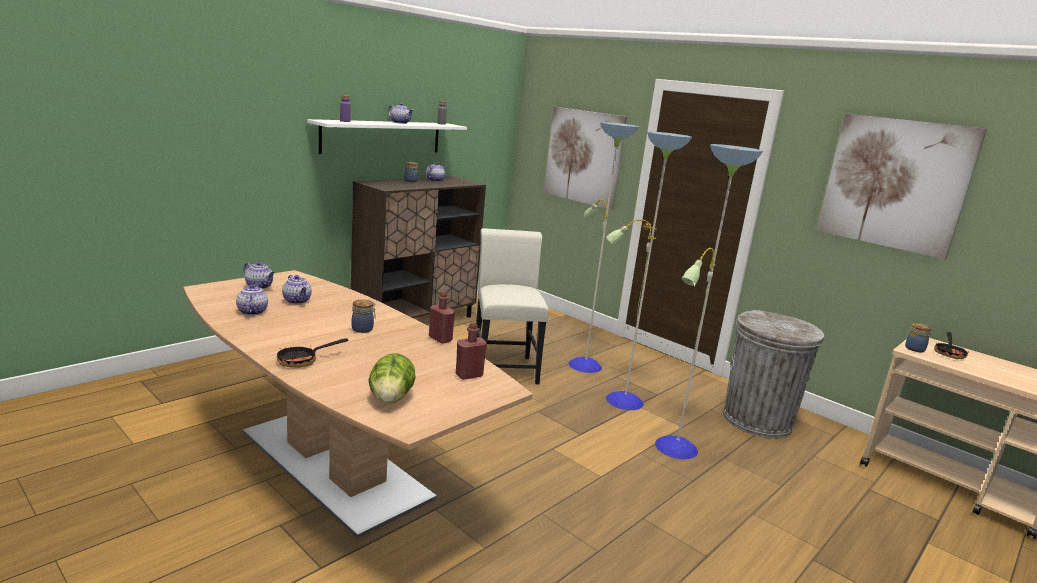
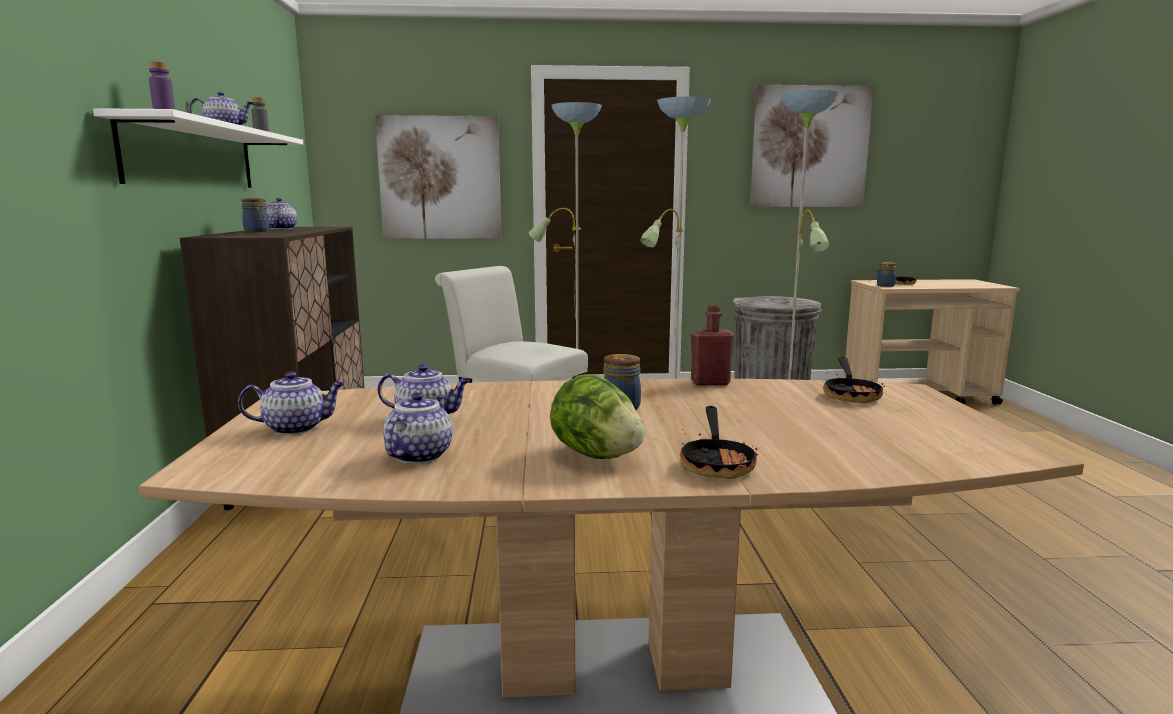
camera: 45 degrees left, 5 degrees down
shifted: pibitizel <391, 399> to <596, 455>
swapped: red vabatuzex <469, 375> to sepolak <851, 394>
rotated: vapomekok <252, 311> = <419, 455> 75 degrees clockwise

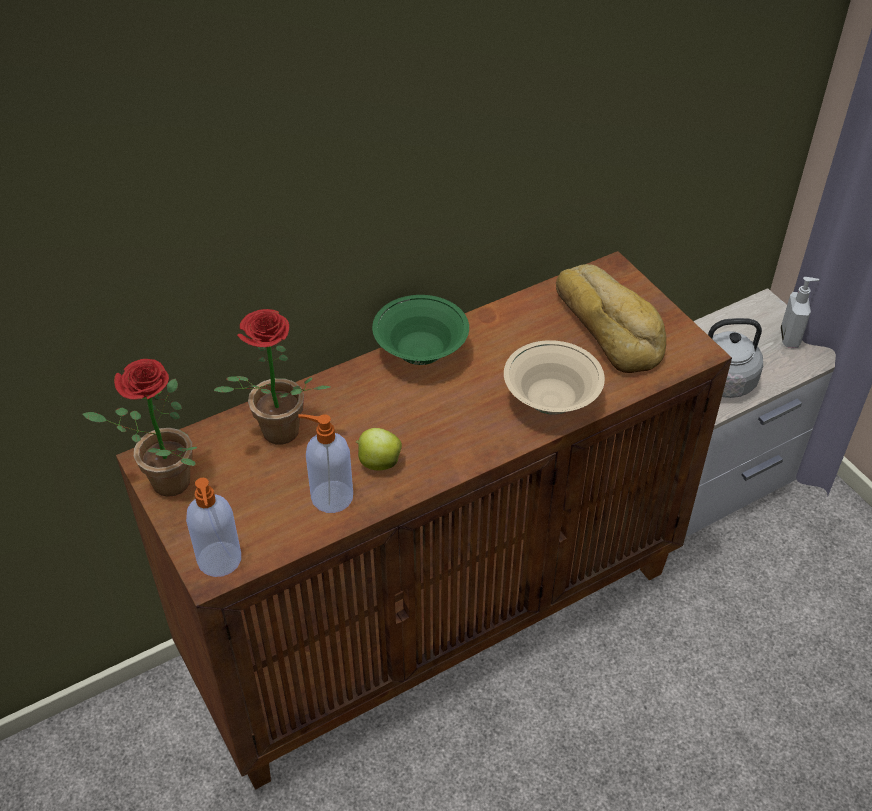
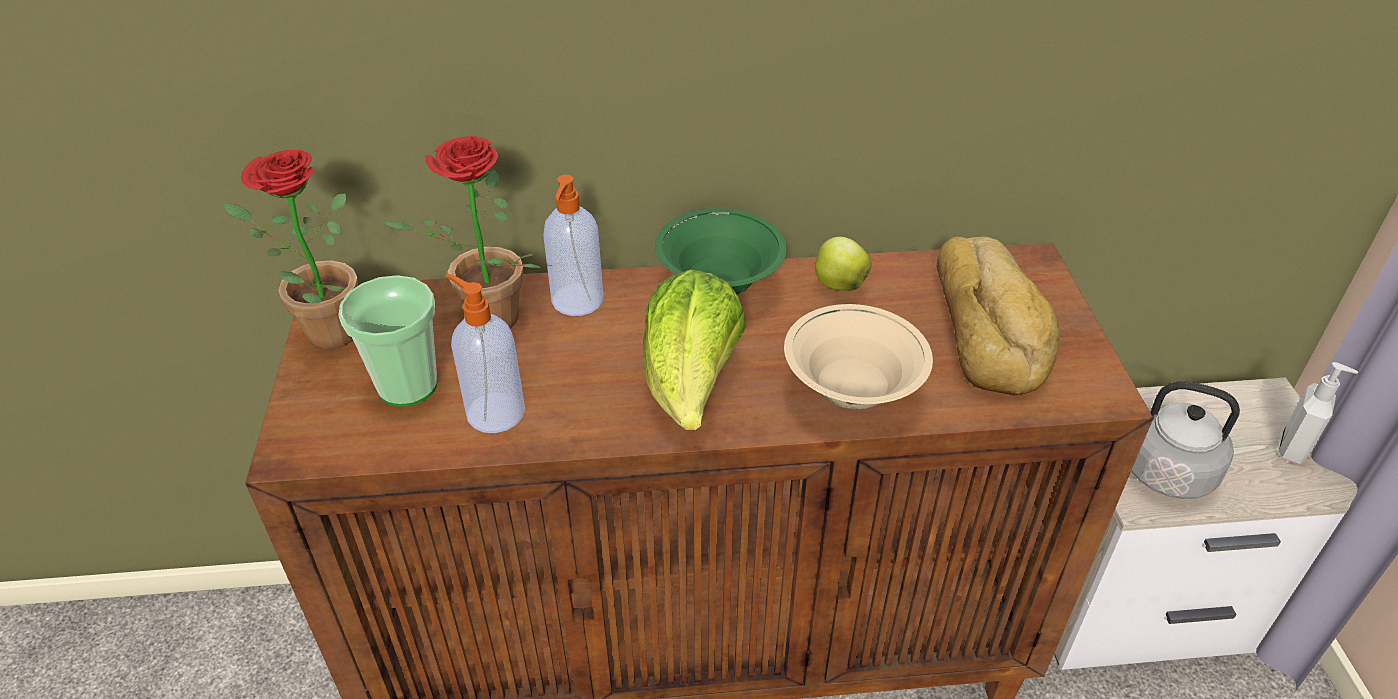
camera: 25 degrees right, 5 degrees down
new: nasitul <407, 386>; pibitizel <691, 385>
shifted: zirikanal <219, 561> to <577, 301>; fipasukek <378, 462> to <838, 284>

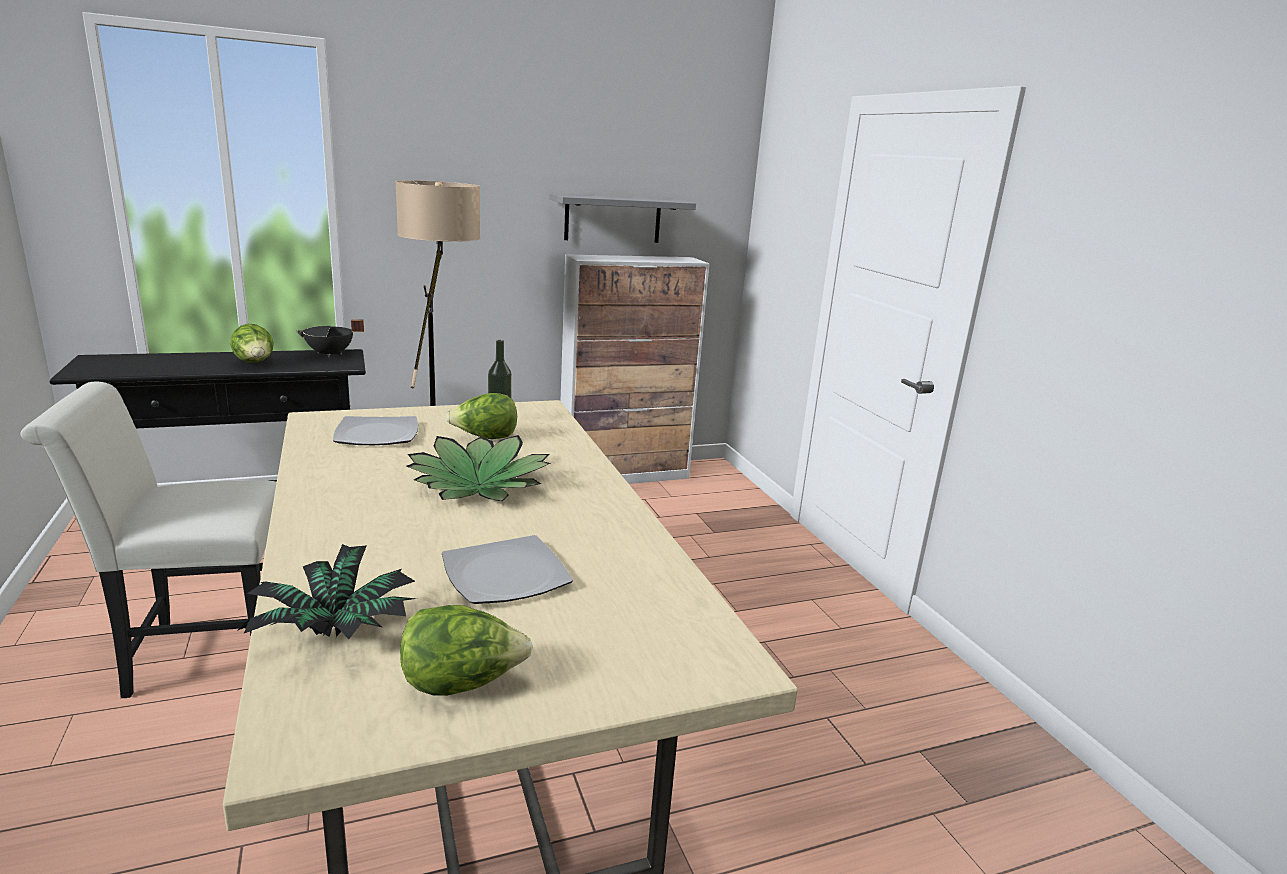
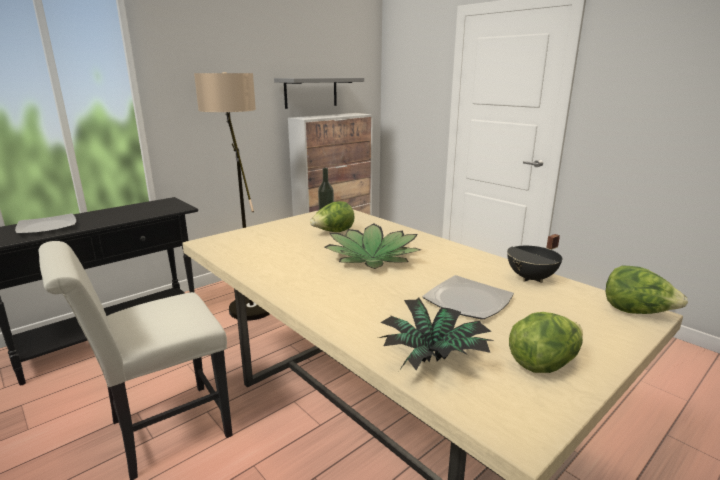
camera: 20 degrees left, 0 degrees up
shifted: pibitizel <255, 363> to <636, 312>; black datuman <330, 354> to <532, 278>; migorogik <377, 434> to <48, 227>

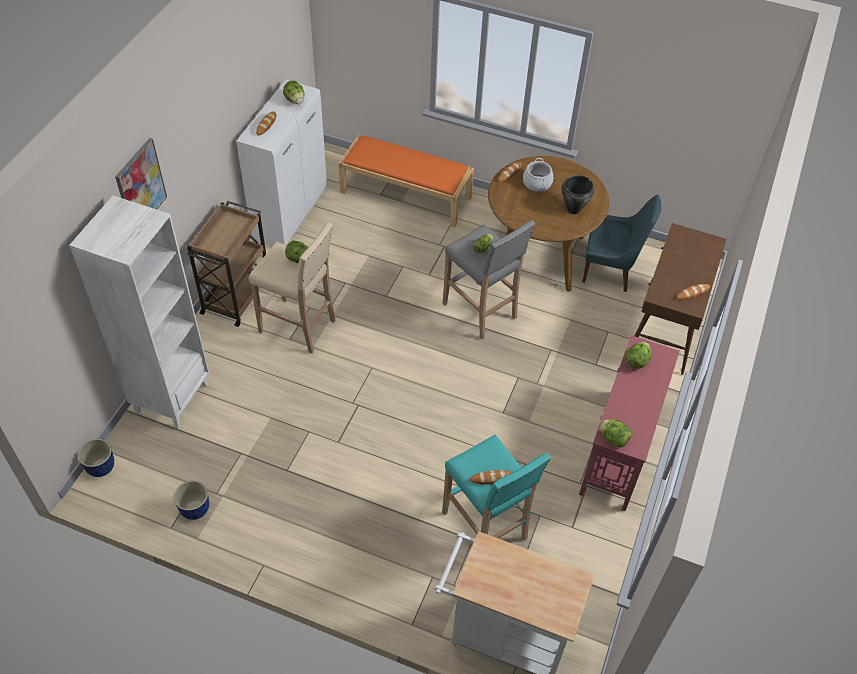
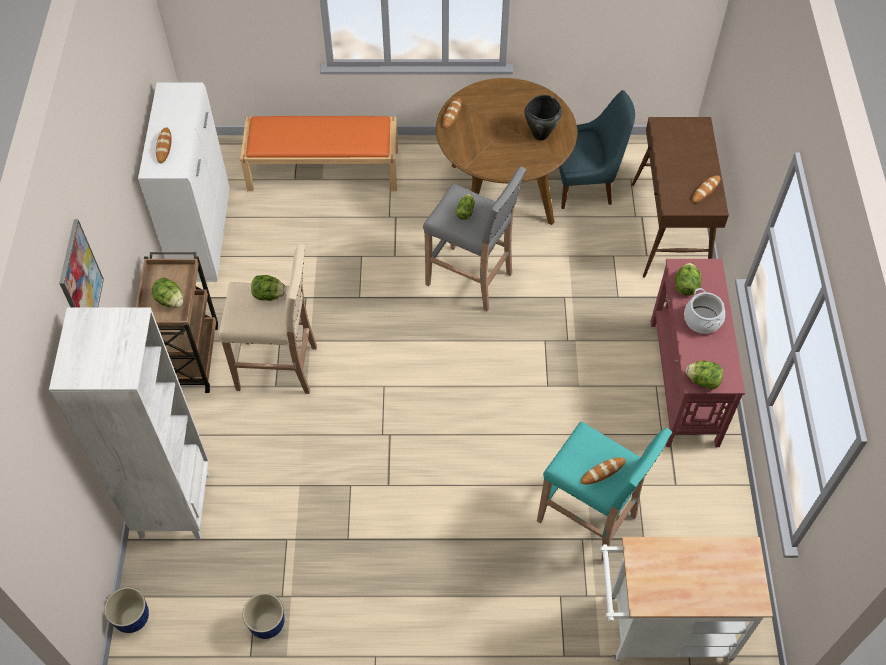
camera: 20 degrees left, 5 degrees up
shifted: pibitizel <295, 101> to <170, 300>; datuman <537, 183> to <702, 320>

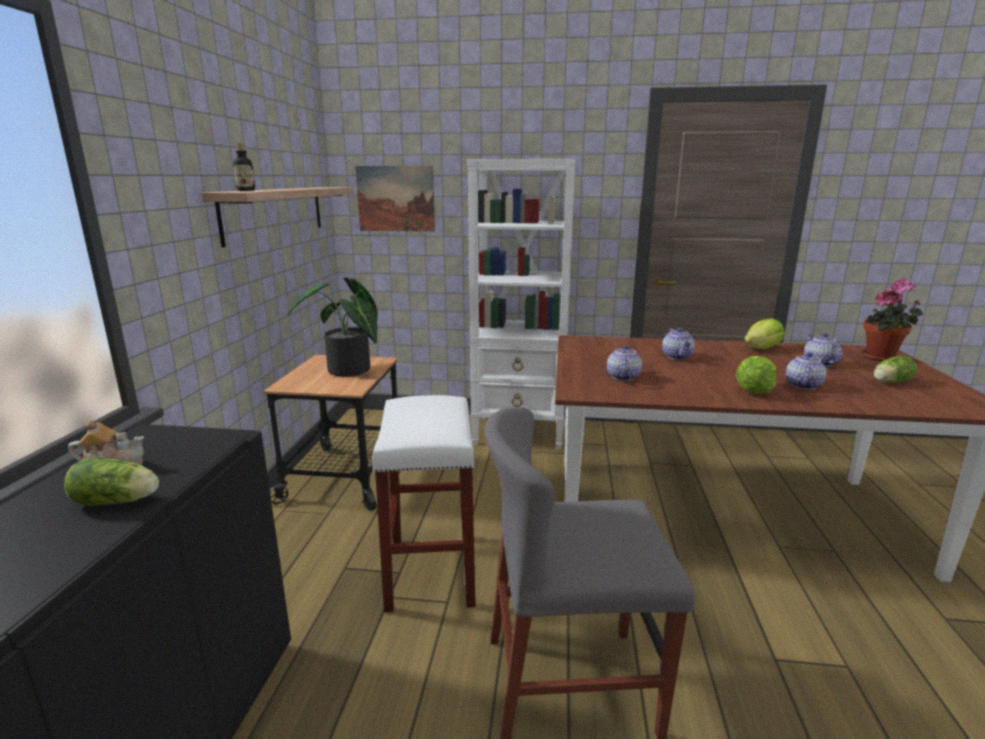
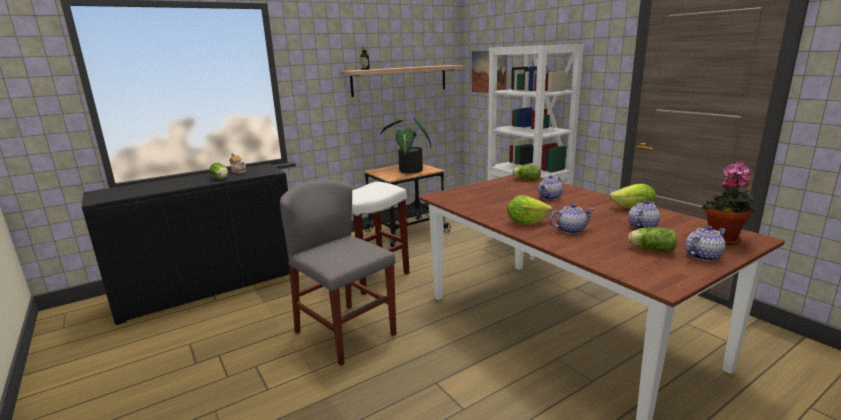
camera: 50 degrees right, 0 degrees up
new: pibitizel <526, 179>
shifted: vapomekok <622, 377> to <702, 256>

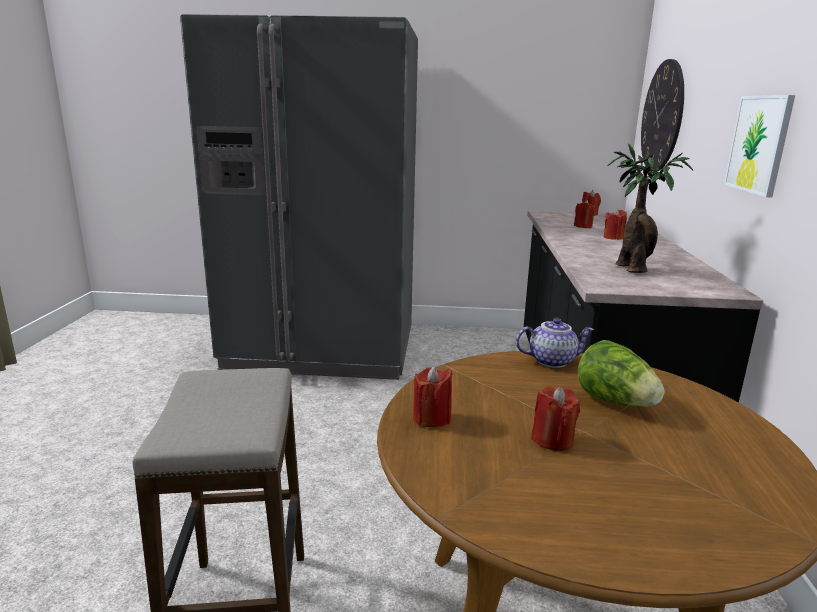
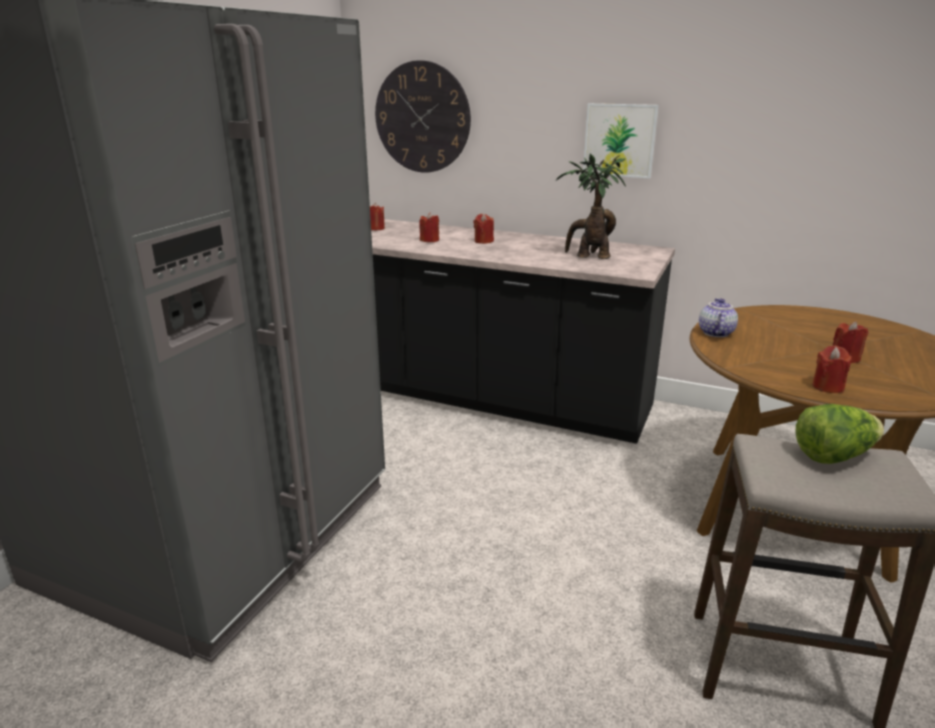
camera: 70 degrees left, 5 degrees up
shifted: pibitizel <615, 402> to <833, 456>

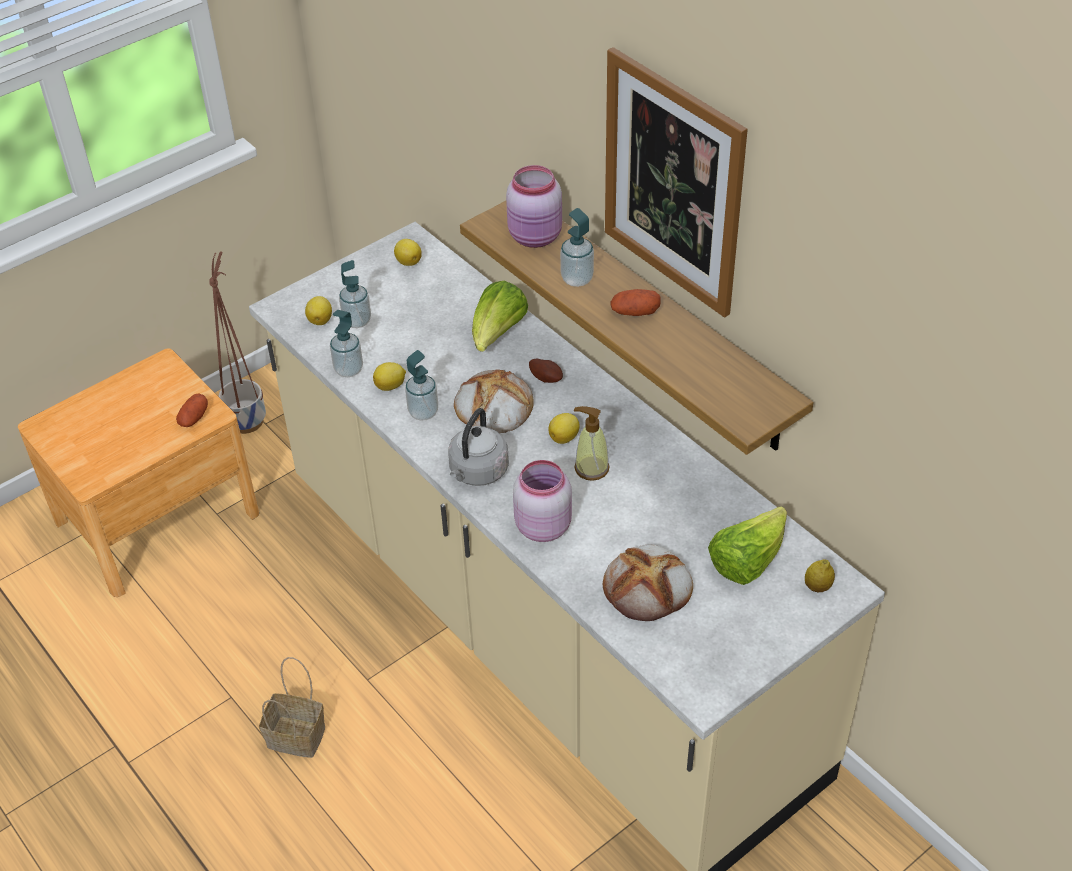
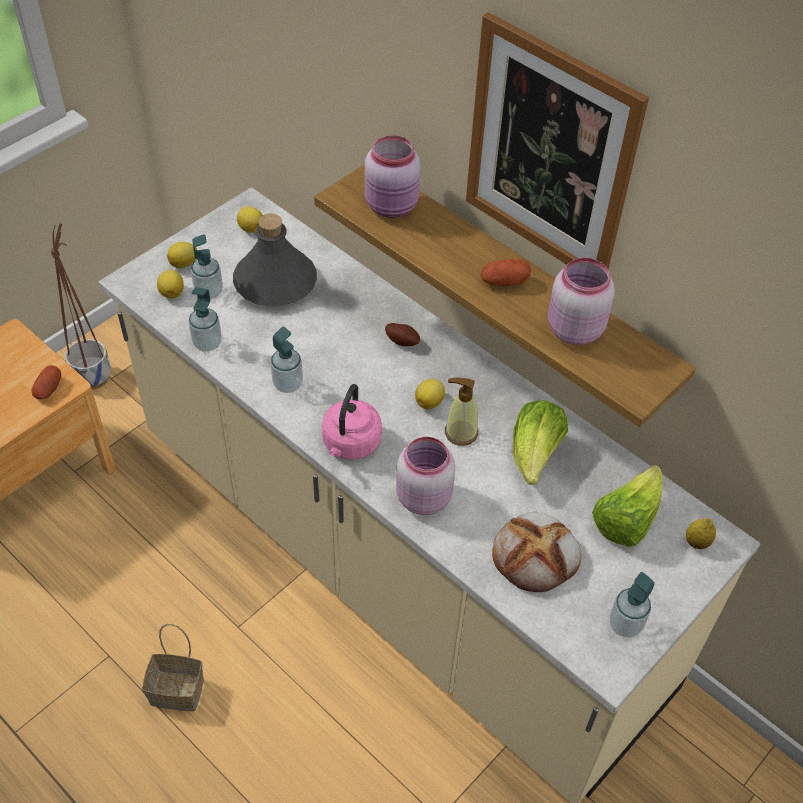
camera: 10 degrees left, 5 degrees up
gone: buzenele <493, 407>
new: grey vabatuzex <275, 282>; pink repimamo <573, 329>
shifted: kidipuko <391, 386> to <184, 263>; pibitizel <497, 334> to <534, 455>; zirikanal <577, 279> to <625, 624>
repainted: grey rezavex <477, 472> to pink rezavex <350, 444>

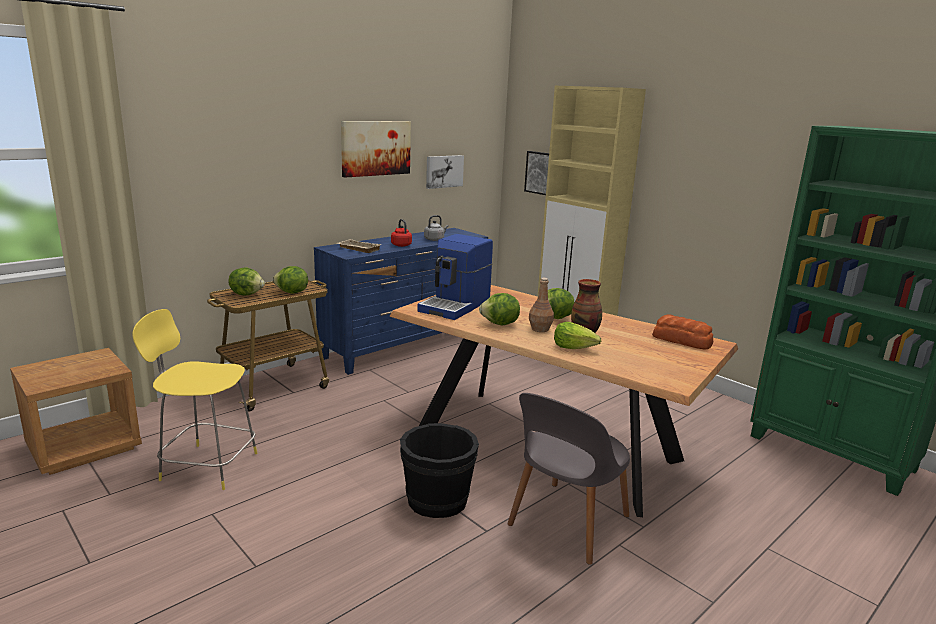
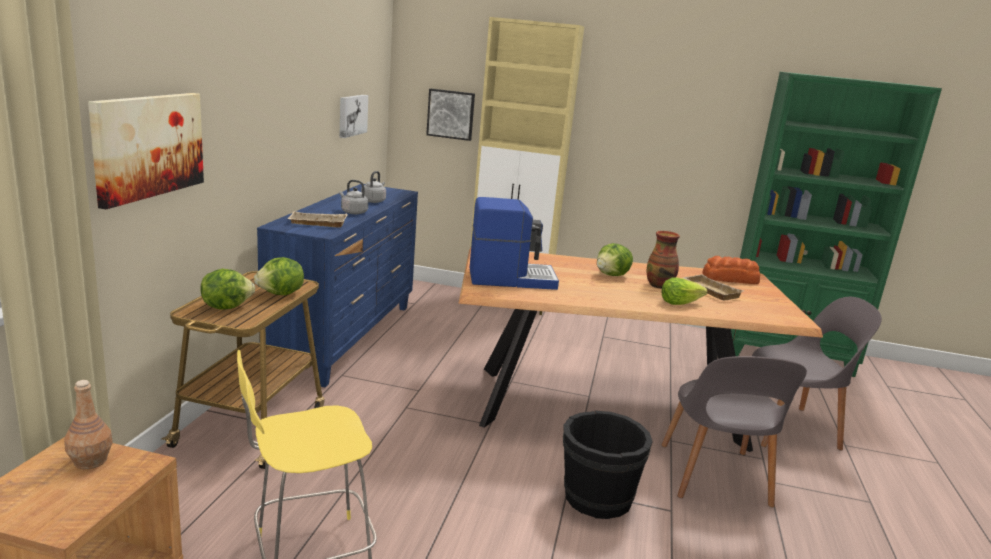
camera: 35 degrees left, 0 degrees up
gone: pibitizel <500, 324>
new: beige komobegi <709, 291>; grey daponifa <789, 427>
shifted: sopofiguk <375, 148> to <148, 146>; brown vabatuzex <540, 329> to <91, 461>
repainted: red rezavex <400, 245> to grey rezavex <353, 212>
rotated: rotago <456, 306> = <511, 278> 90 degrees counterclockwise

